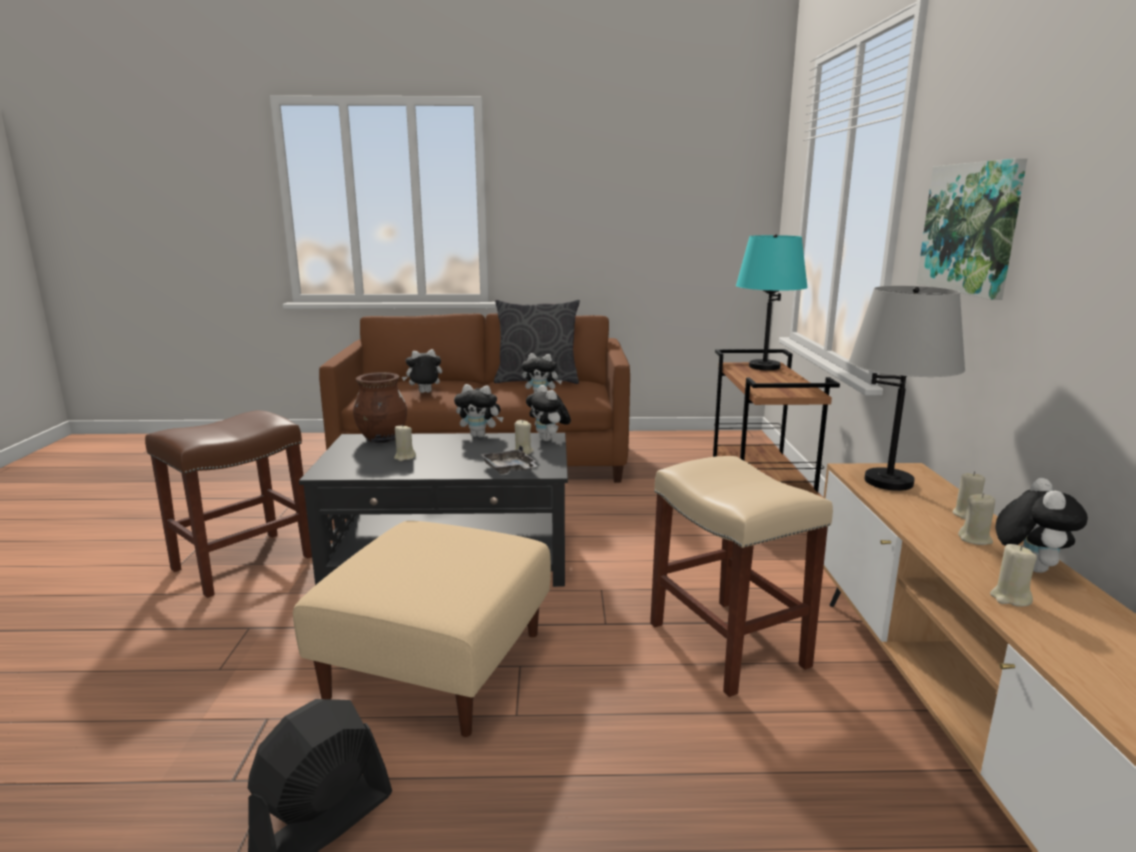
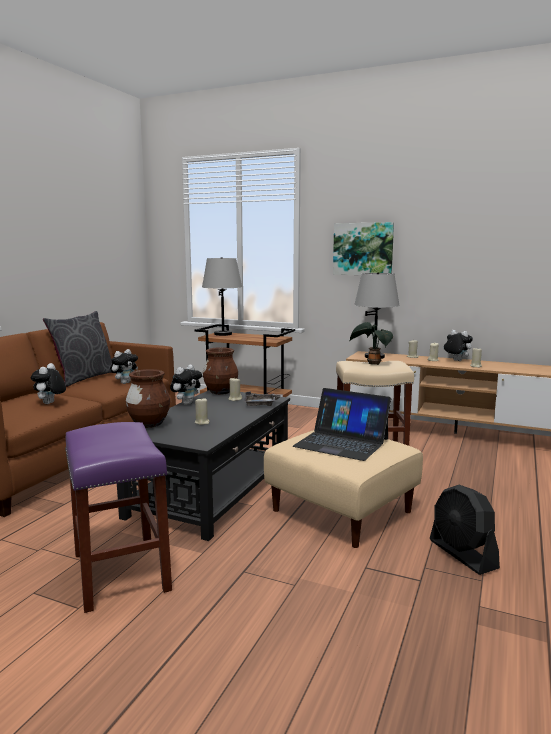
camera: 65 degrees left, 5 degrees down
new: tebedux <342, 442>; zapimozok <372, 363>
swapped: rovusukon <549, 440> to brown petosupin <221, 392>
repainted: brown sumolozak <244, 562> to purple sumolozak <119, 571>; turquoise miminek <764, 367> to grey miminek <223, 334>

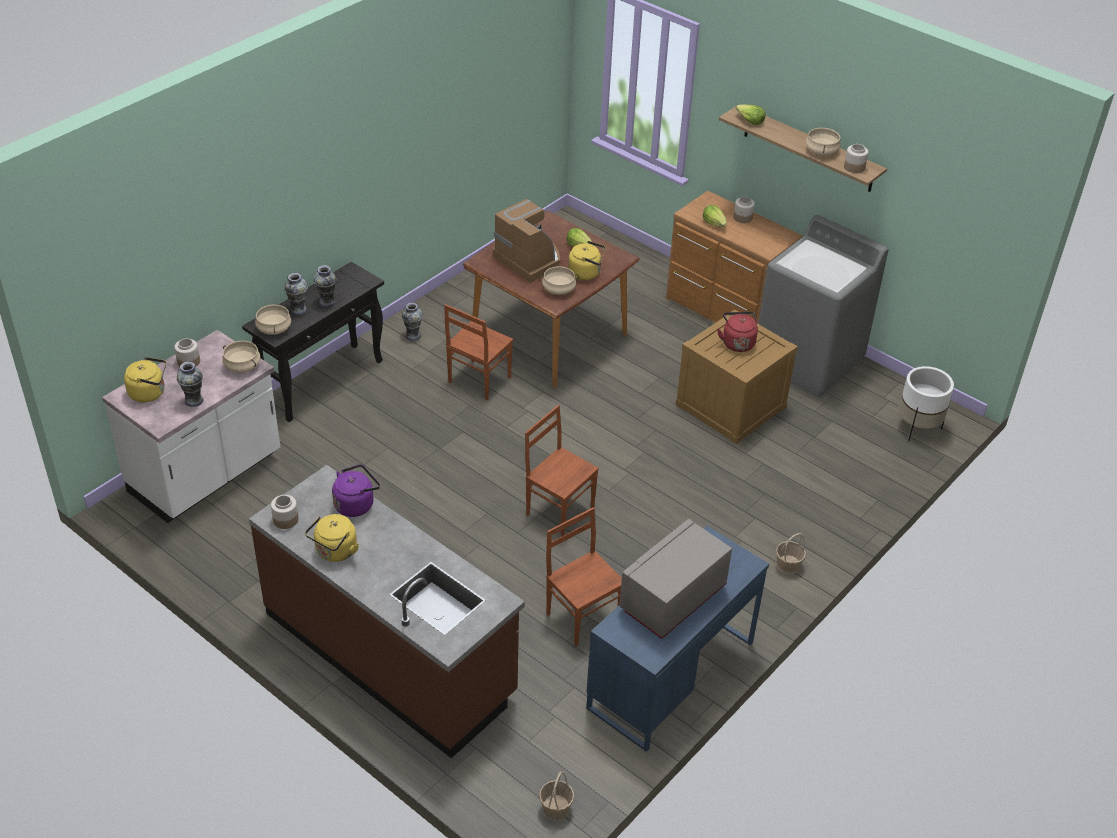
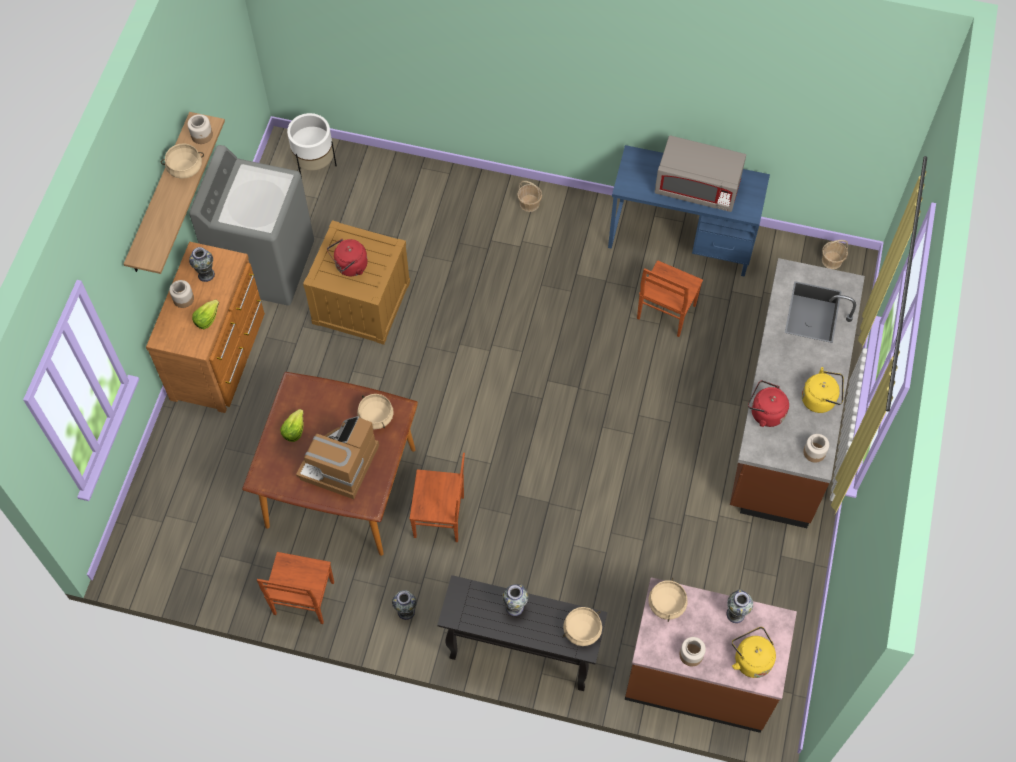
camera: 115 degrees left, 20 degrees up
gone: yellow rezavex <586, 273>; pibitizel <749, 121>
shifted: petosupin <298, 309> to <206, 275>; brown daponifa <560, 510> to <302, 599>
repainted: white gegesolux <206, 475> to brown gegesolux <699, 676>; purple rezavex <356, 504> to red rezavex <765, 413>

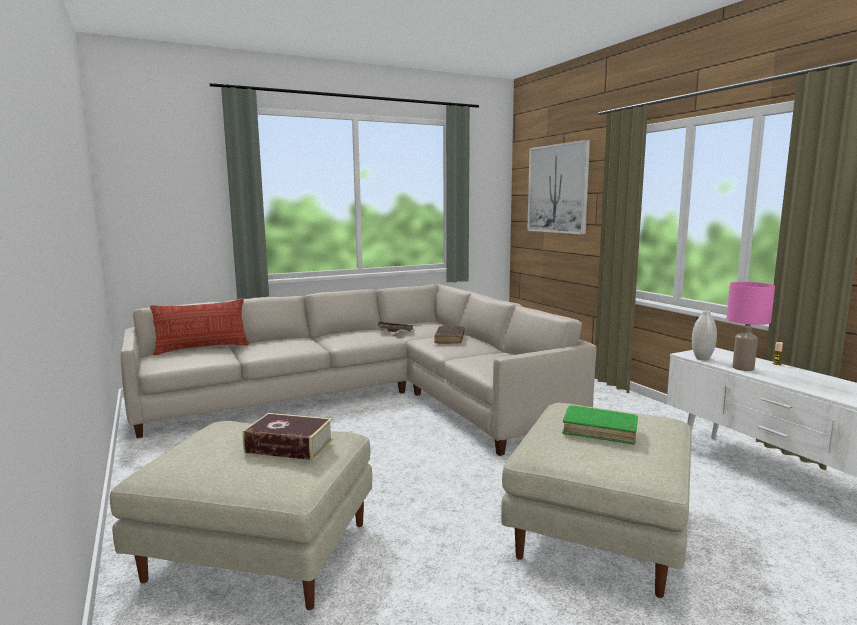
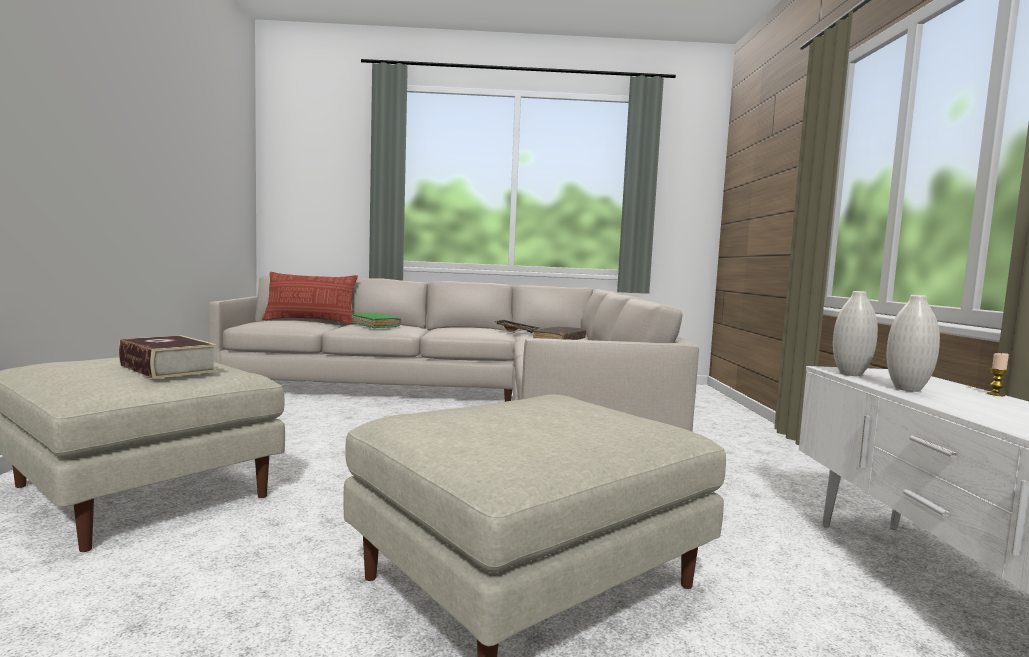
camera: 25 degrees right, 5 degrees down
gone: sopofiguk <557, 189>
shifted: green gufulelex <599, 431> to <376, 326>
swapped: pink miminek <743, 368> to white petosupin <907, 389>

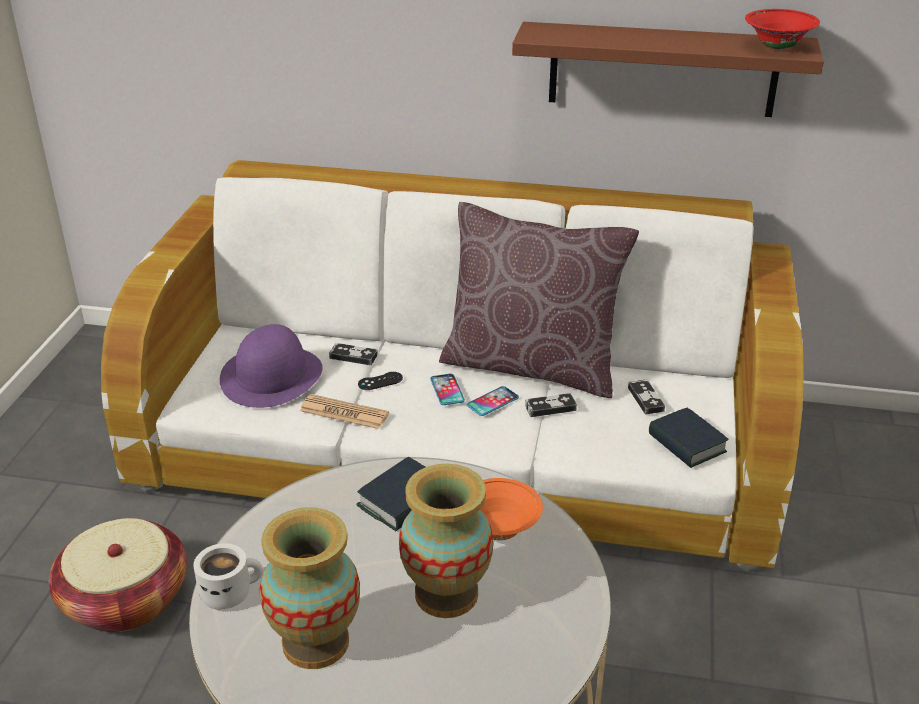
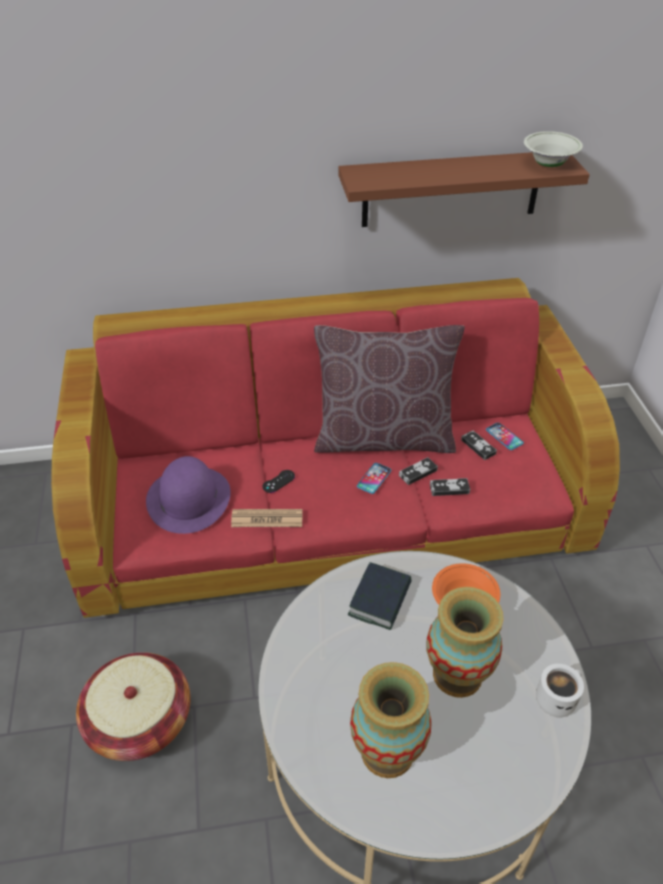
camera: 20 degrees left, 10 degrees up
gone: gufulelex <686, 444>
shifted: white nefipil <230, 592> to <556, 697>; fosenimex <353, 356> to <449, 489>; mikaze <447, 390> to <504, 437>
repainted: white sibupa <461, 447> to red sibupa <332, 506>; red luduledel <777, 47> to white luduledel <548, 165>

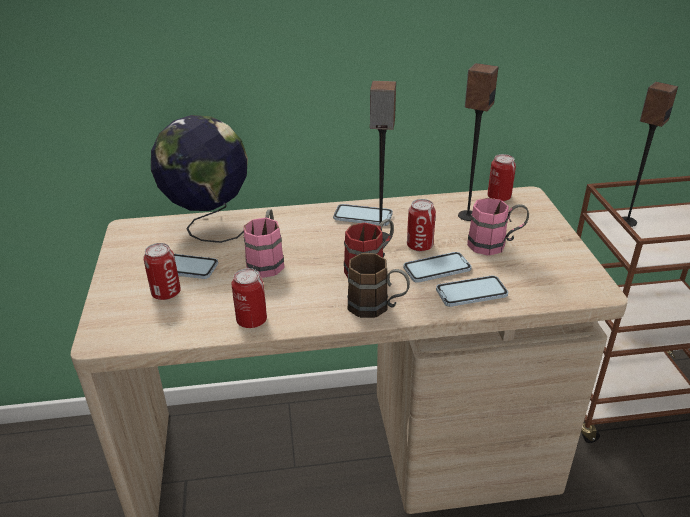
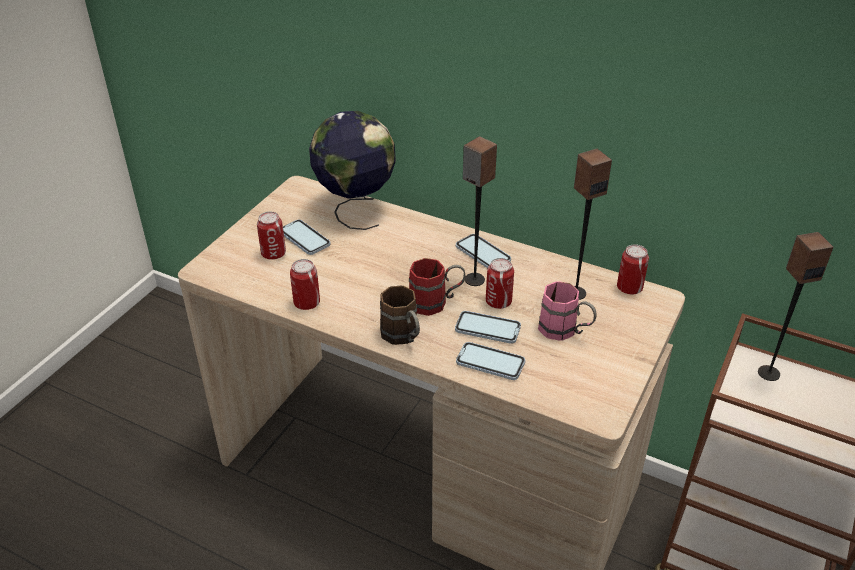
camera: 35 degrees right, 5 degrees up
gone: pink nefipil <267, 261>

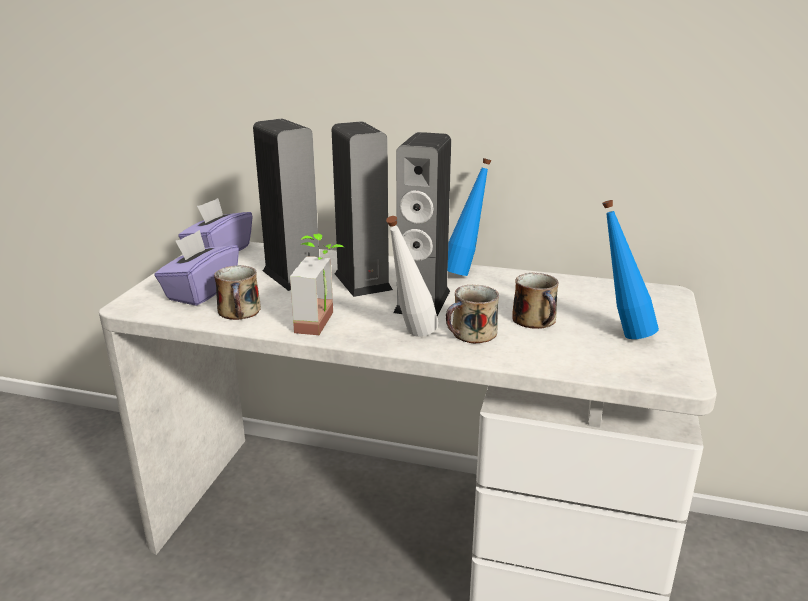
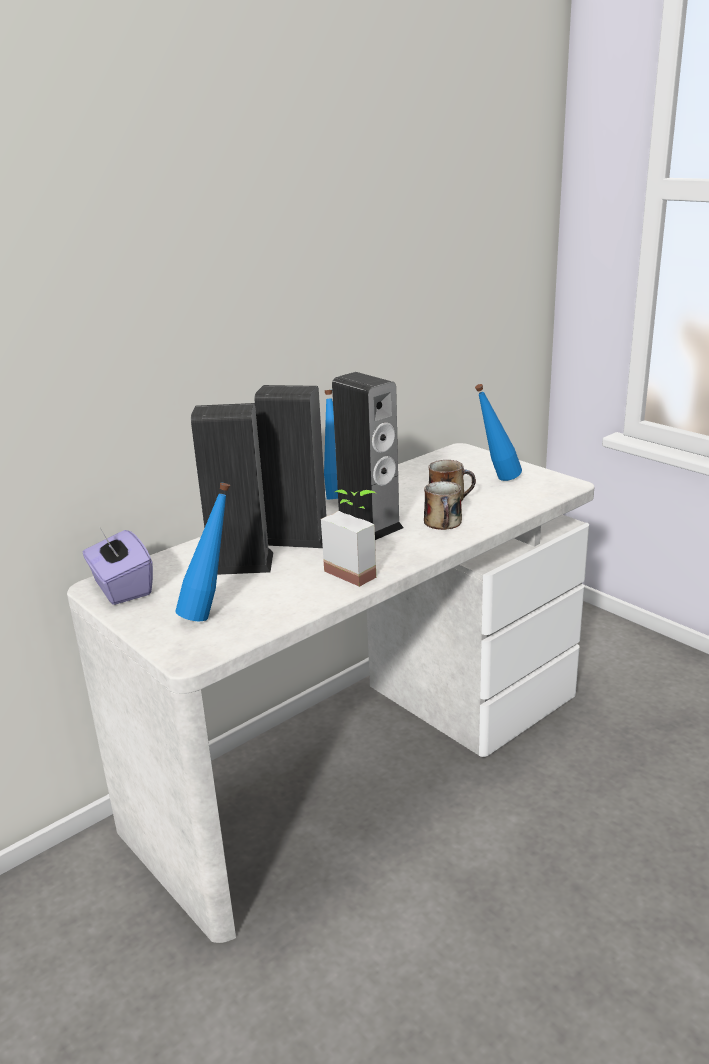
camera: 55 degrees left, 0 degrees up
gone: nefipil <240, 311>; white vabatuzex <411, 337>
swapped: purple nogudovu <201, 291> to blue vabatuzex <211, 613>

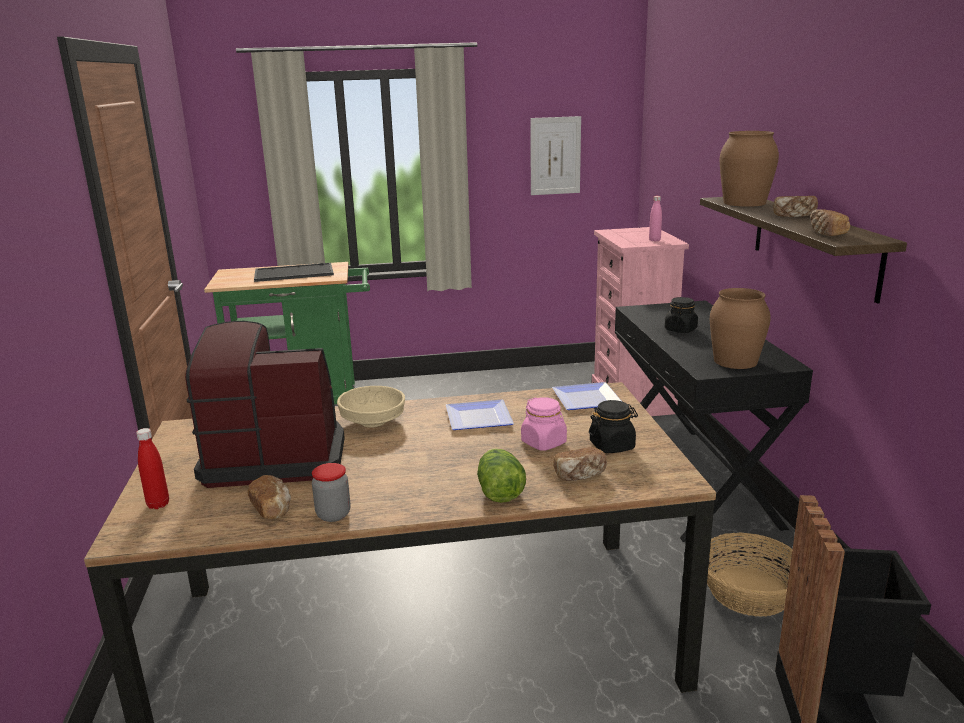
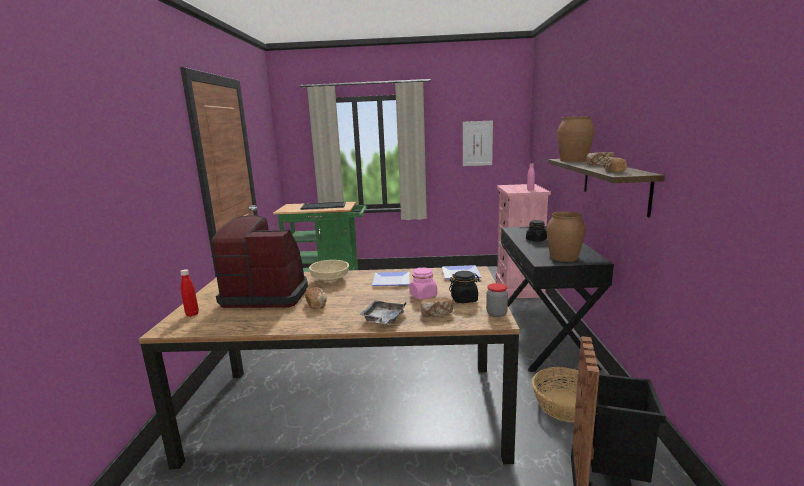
camera: 10 degrees right, 5 degrees down
shifted: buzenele <272, 508> to <317, 305>; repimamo <333, 514> to <496, 314>
swapped: pibitizel <499, 490> to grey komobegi <383, 319>

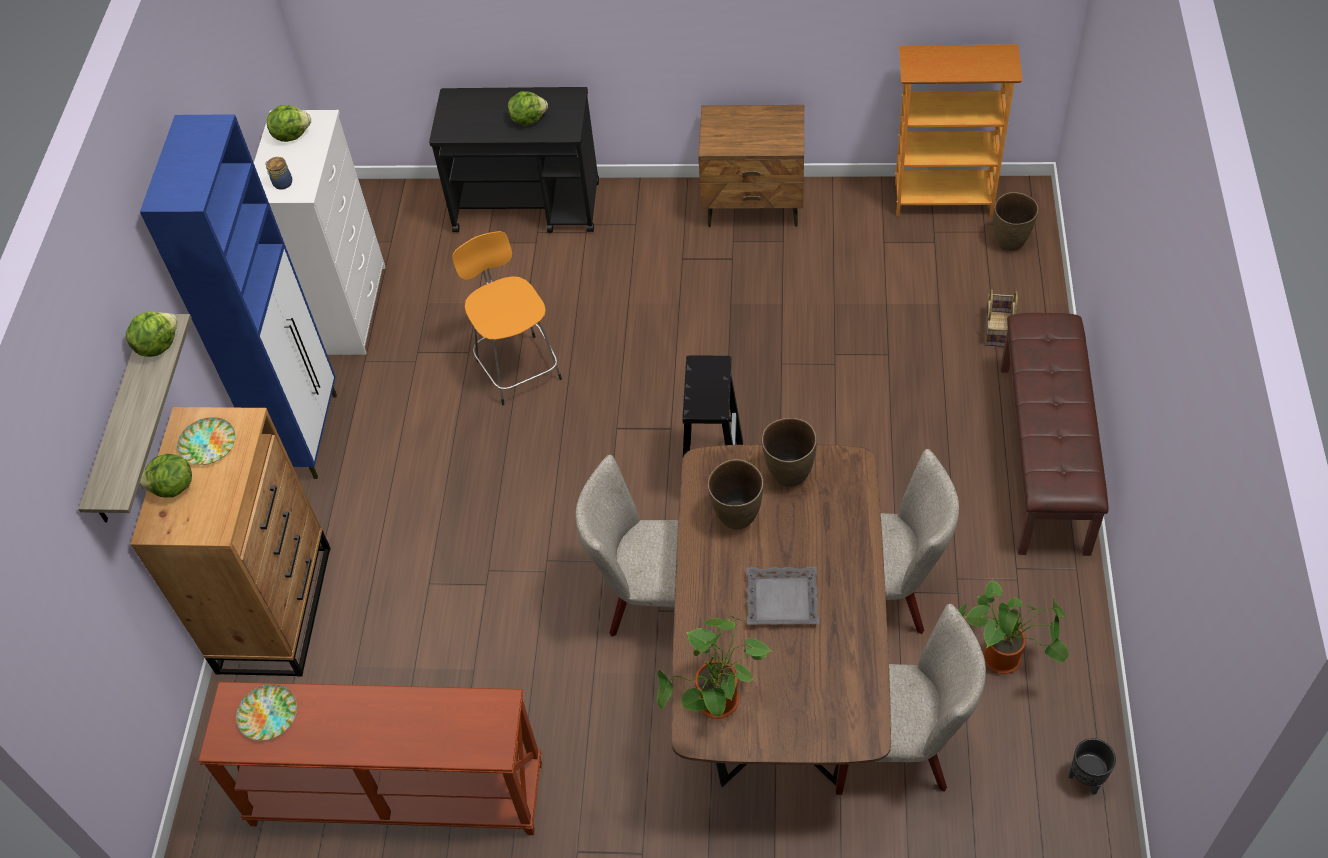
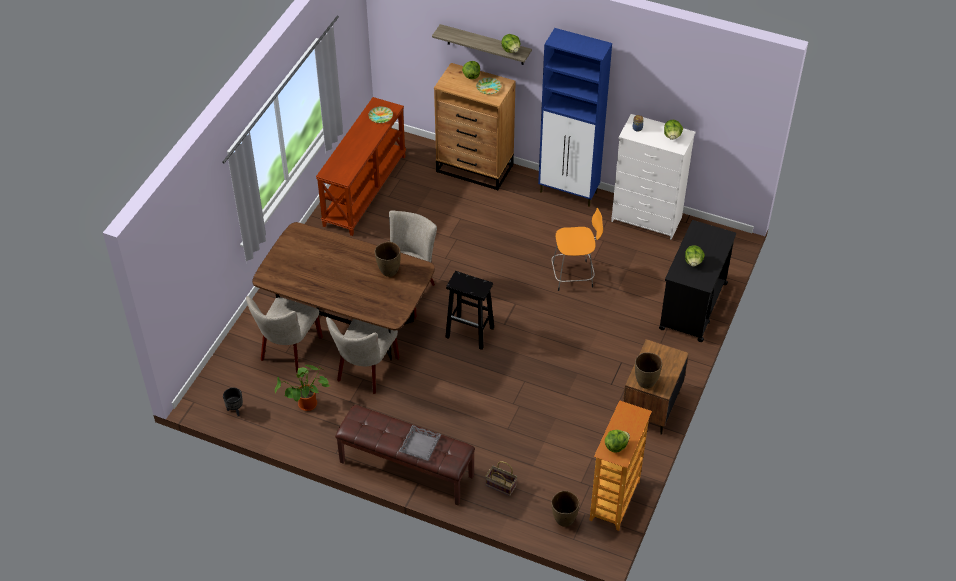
camera: 105 degrees right, 5 degrees down
gone: zapimozok <717, 705>
new: pibitizel <616, 446>
shifted: grey komobegi <782, 600> to <420, 445>; brown petosupin <789, 475> to <645, 382>

